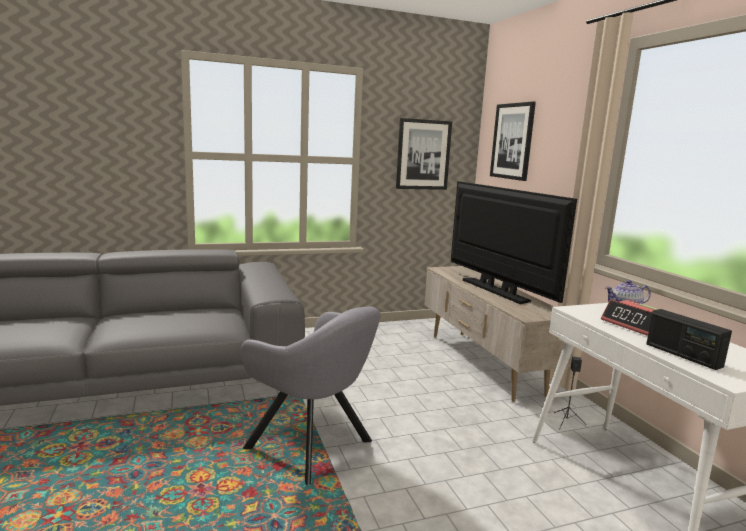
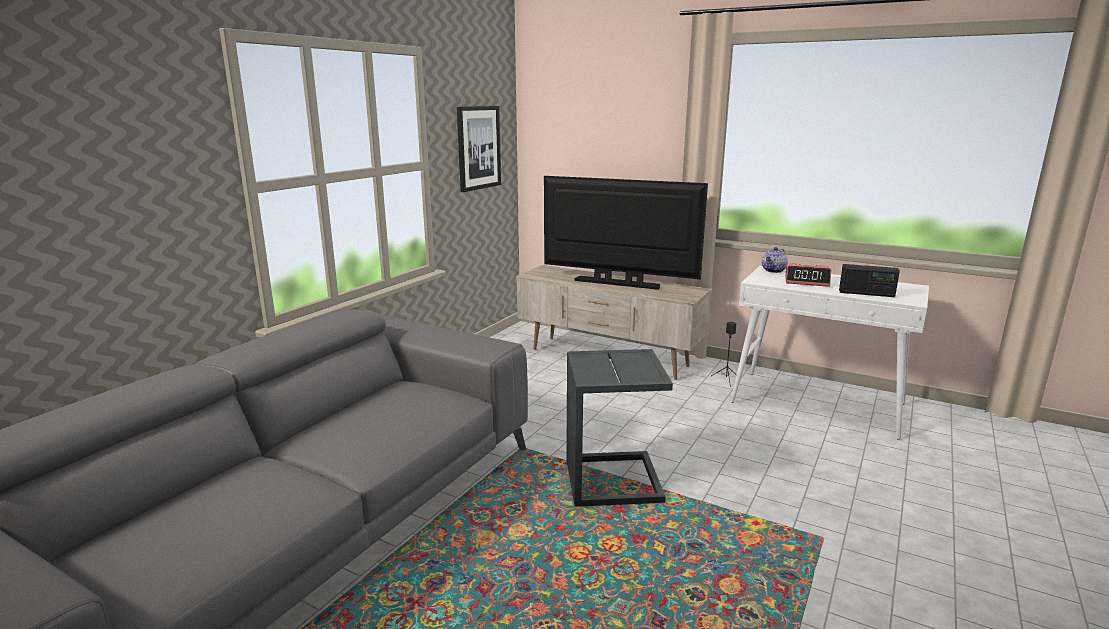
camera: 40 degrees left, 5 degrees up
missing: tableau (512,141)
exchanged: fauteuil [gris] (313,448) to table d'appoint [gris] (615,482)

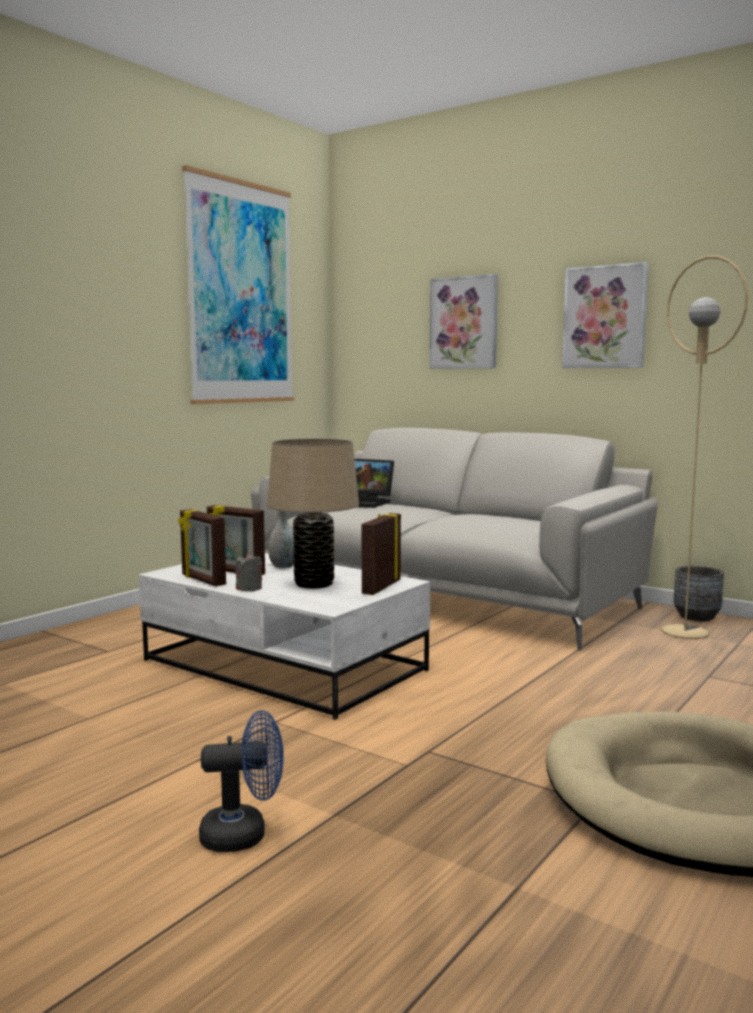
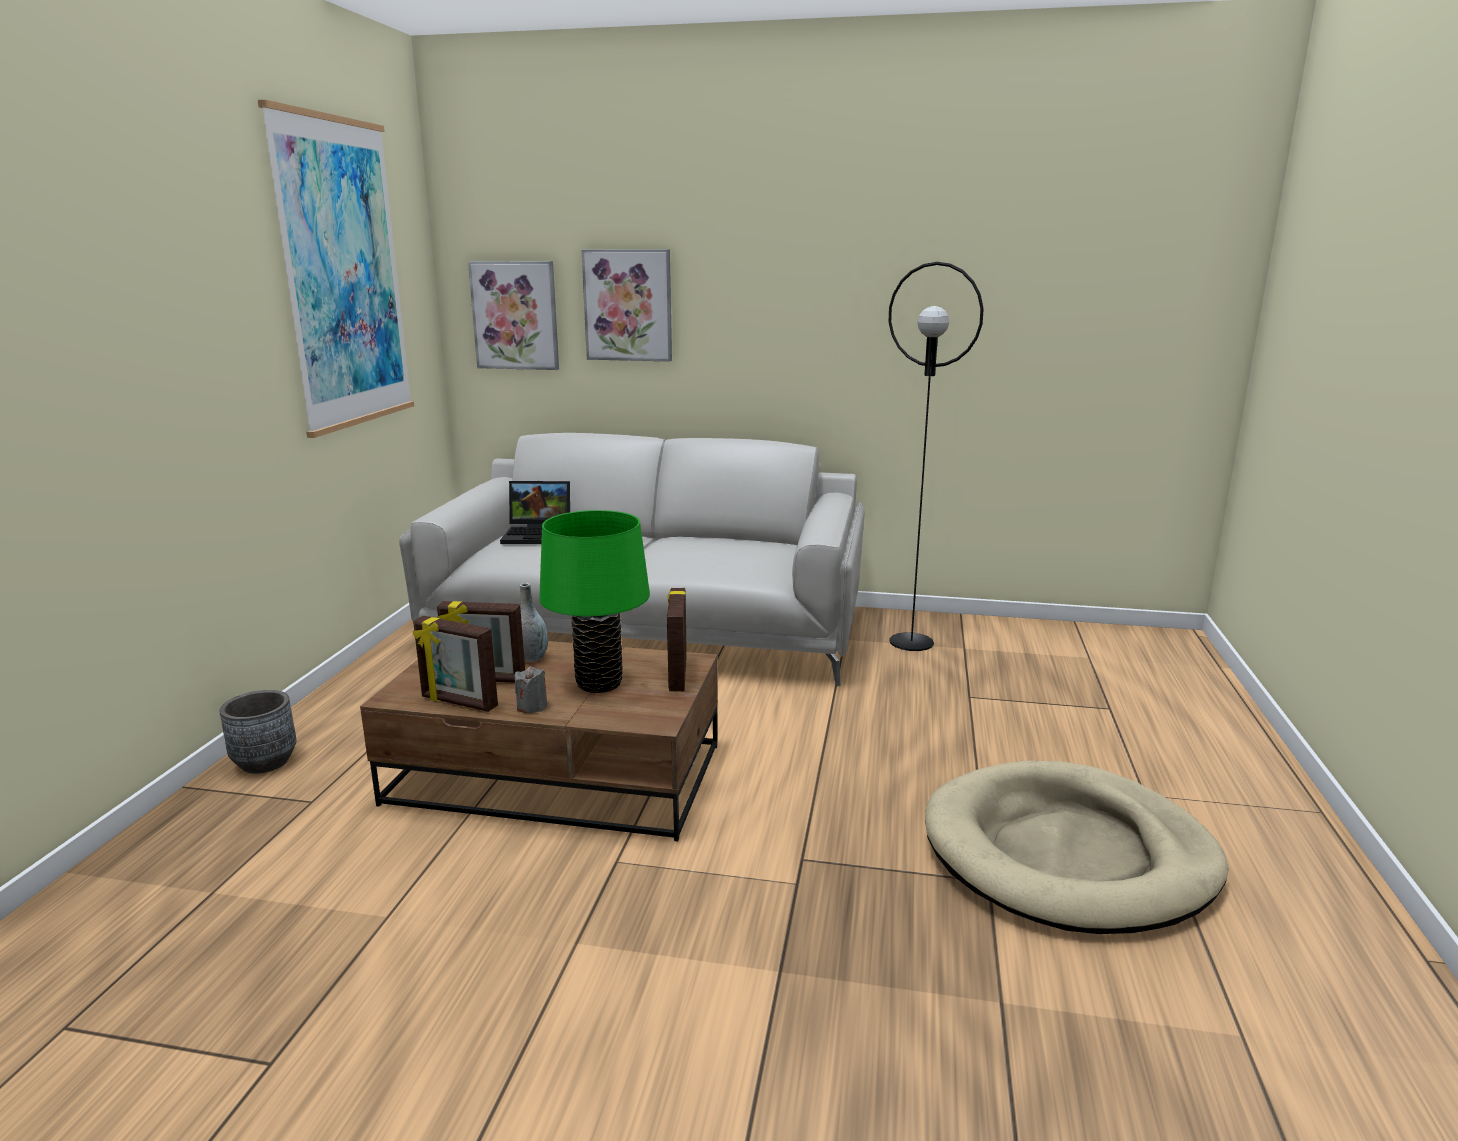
camera: 25 degrees left, 10 degrees up
missing: ventilateur [bleu] (244,834)
relocated: tableau (605,317) to (515,315); cache-pot [gris] (696,616) to (265,762)
colour: table basse [blanc] (285,665) to table basse [marron] (558,774); lampe de table [beige] (314,584) to lampe de table [vert] (599,684); lampadaire [beige] (685,632) to lampadaire [noir] (911,642)

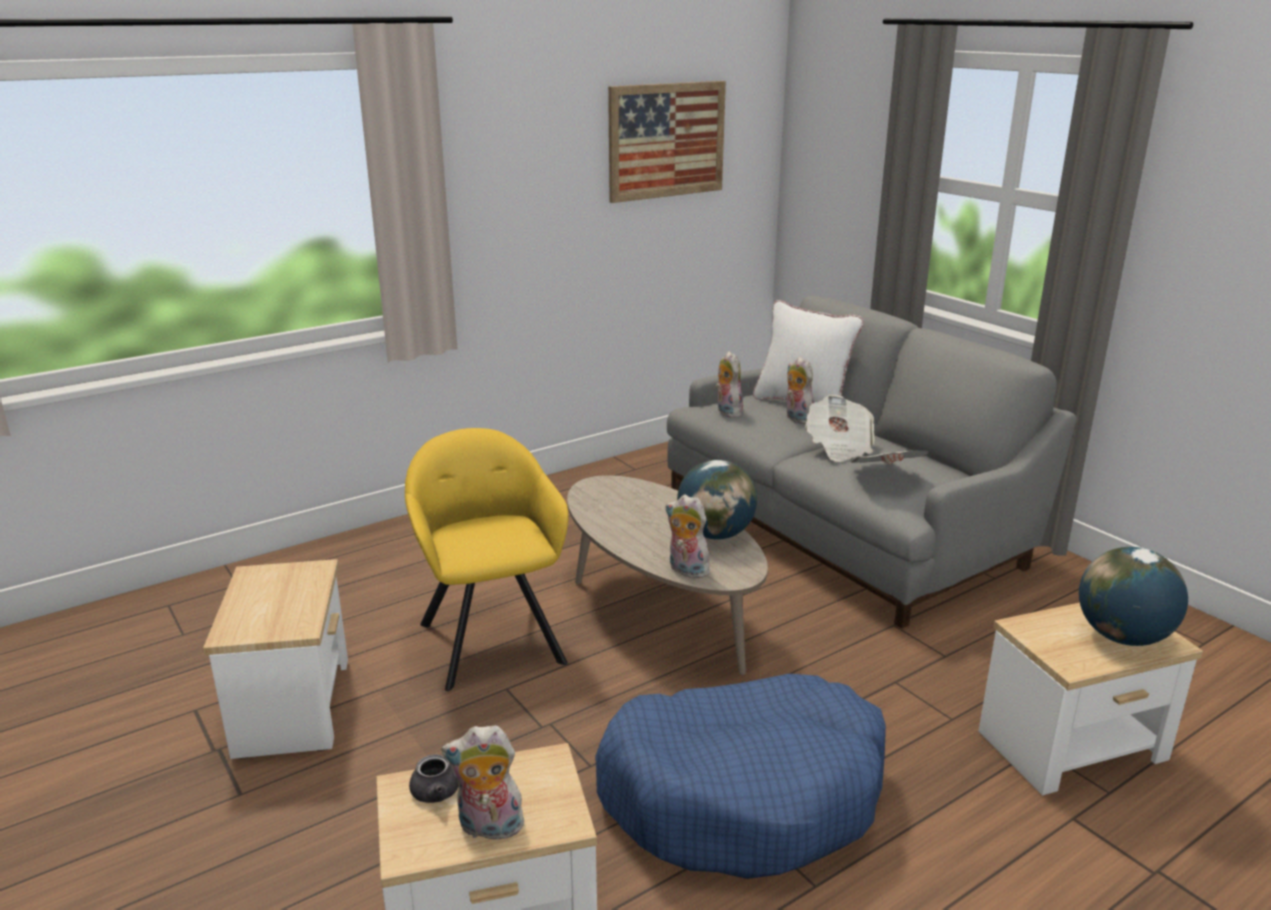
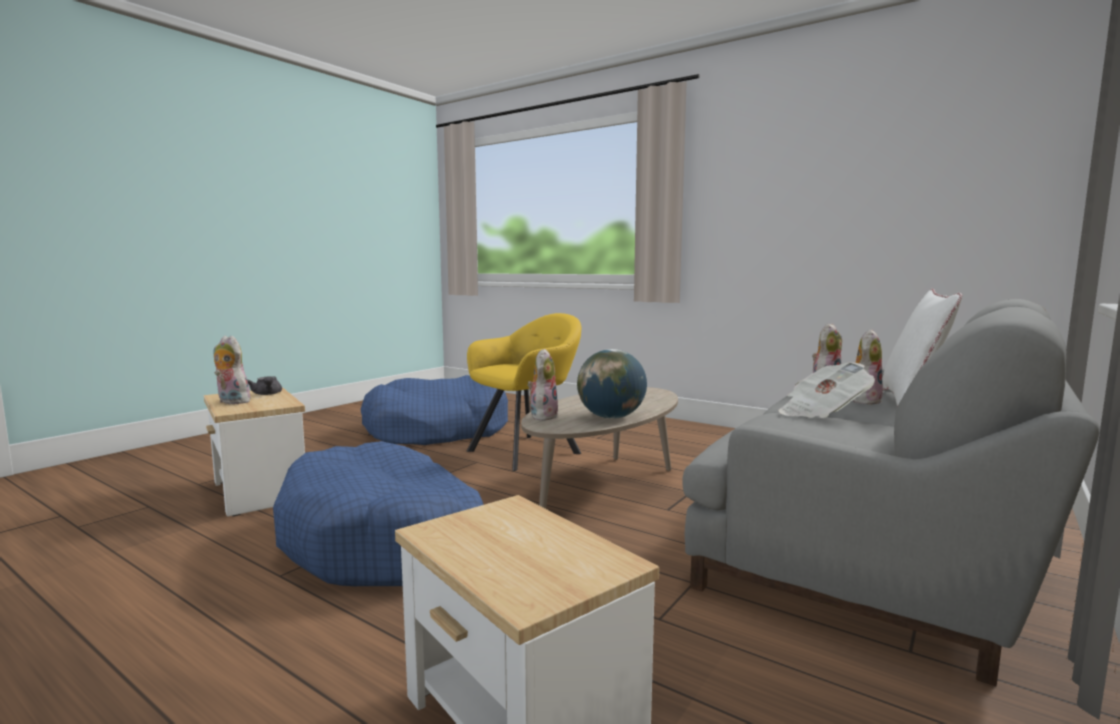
camera: 70 degrees right, 15 degrees down
missing: tableau (666,140); journal (886,476); globe (1123,637)
exchanged: table d'appoint (295,707) to panier pour chien [bleu] (436,430)
spun: peluche (488,828) = (231,402) 45 degrees counterclockwise

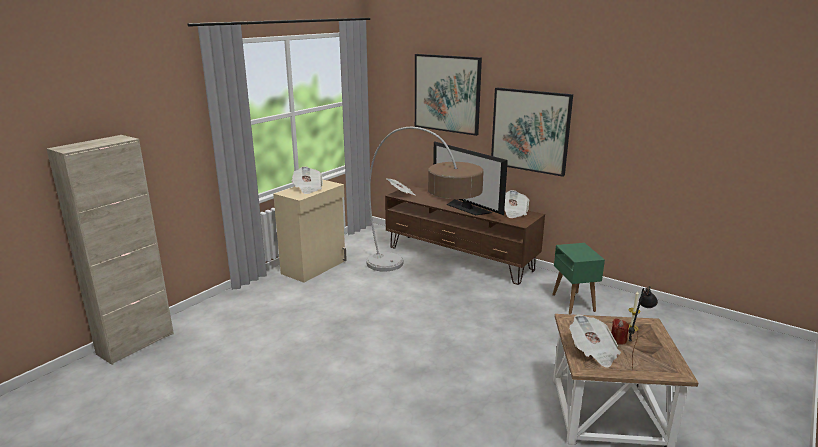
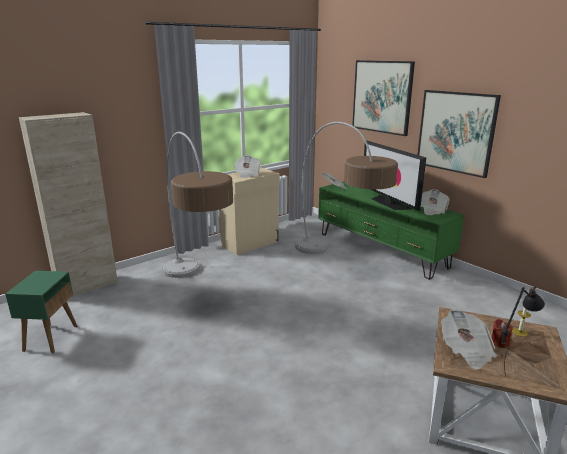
camera: 15 degrees right, 0 degrees up
appeared: lampadaire (197,291)
relocated: table d'appoint [vert] (573,302) to (51,338)
colour: meuble télé [marron] (459,258) to meuble télé [vert] (381,250)

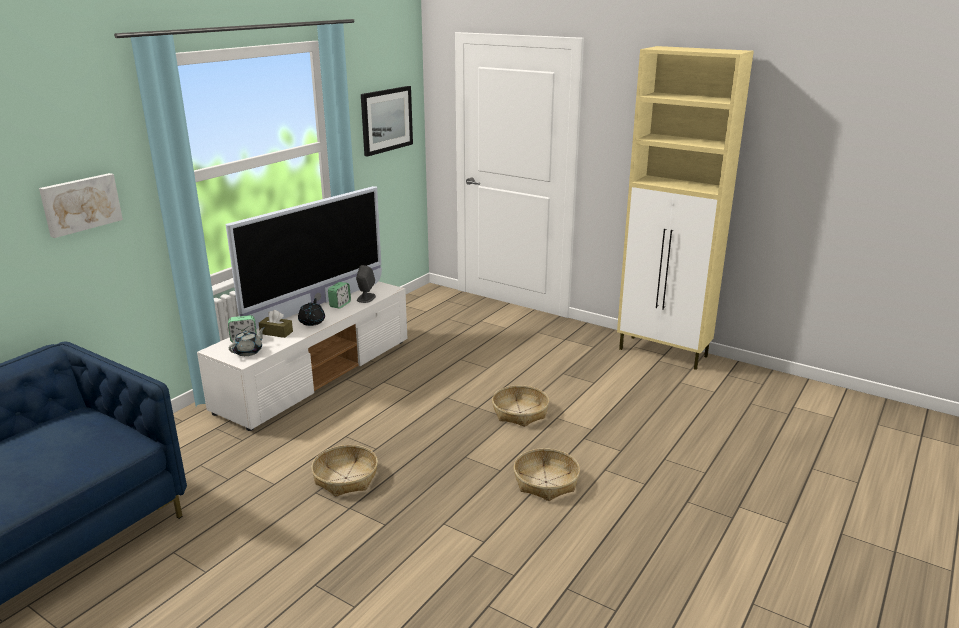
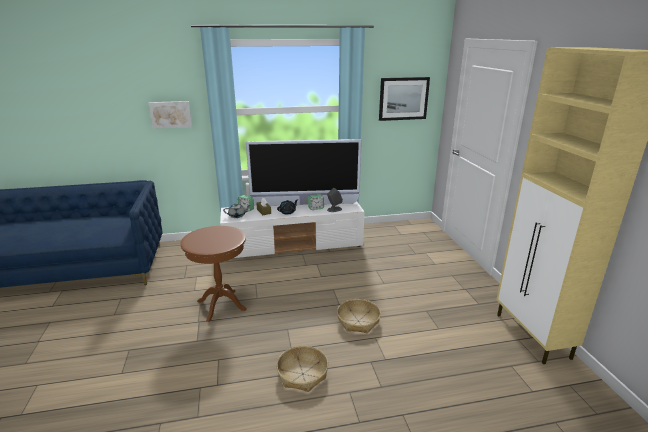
camera: 45 degrees right, 0 degrees up
exchanged: panier (346,478) to table d'appoint [marron] (221,305)

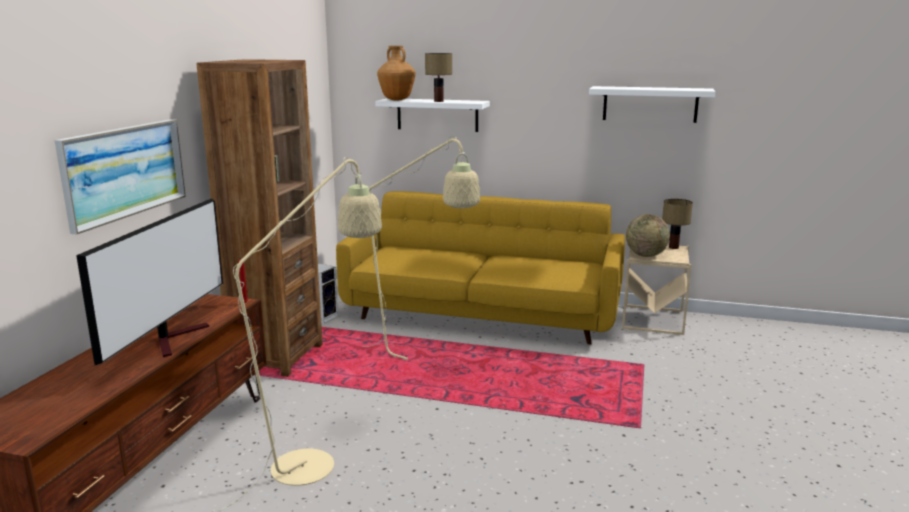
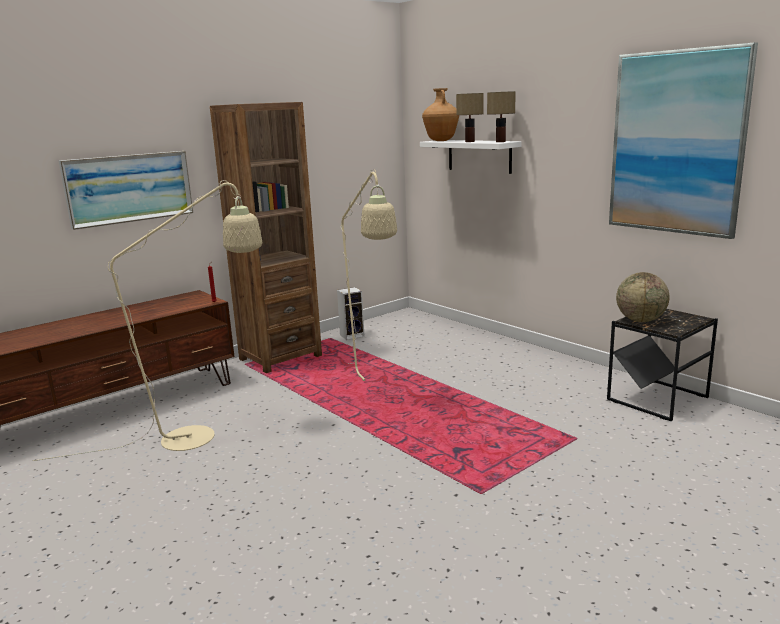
camera: 35 degrees right, 0 degrees up
missing: téléviseur (175,338); canapé [jaune] (483,313)
relocated: lampe de table (674,247) to (500,142)
exchanged: étagère [blanc] (650,104) to tableau (676,143)
colour: table d'appoint [beige] (653,320) to table d'appoint [noir] (658,399)

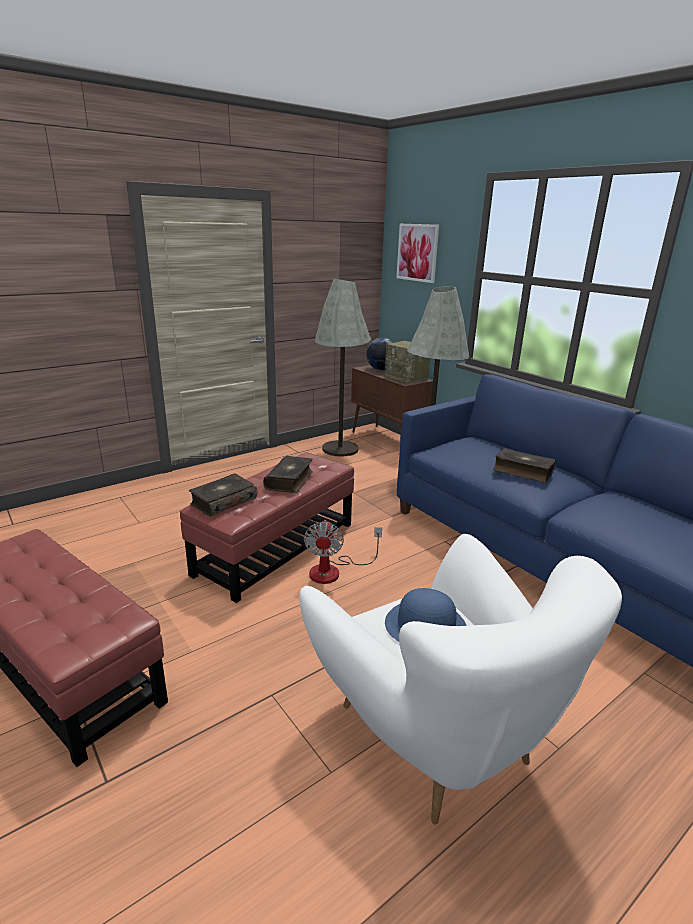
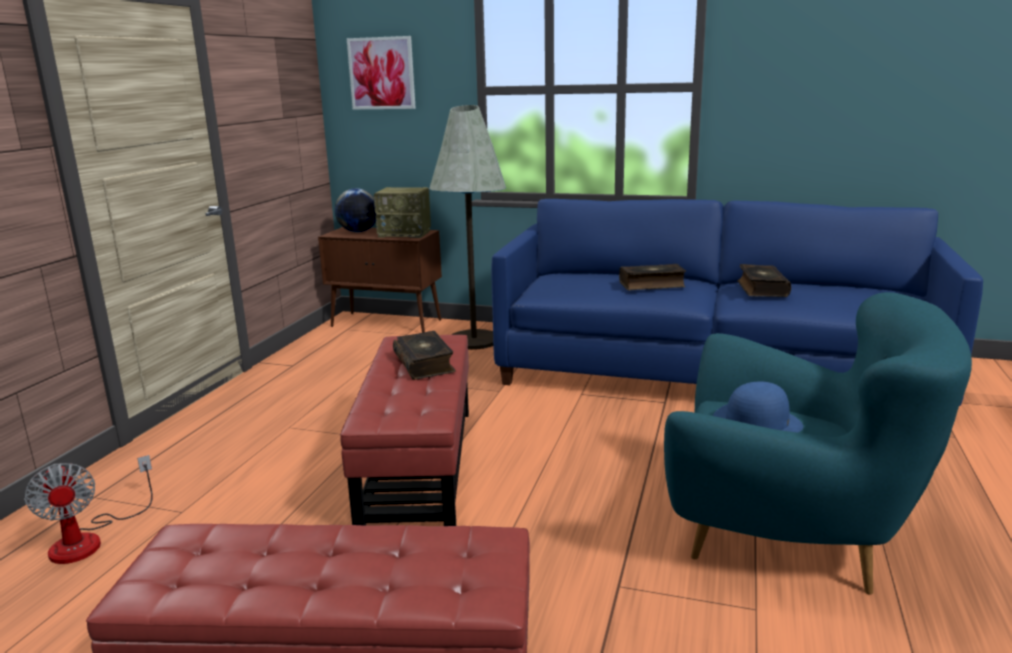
camera: 35 degrees left, 5 degrees down
missing: lampadaire [gris] (340,449)
relocated: livre (223,501) to (761,289); ventilateur (334,571) to (90,539)
colour: fauteuil [blanc] (436,736) to fauteuil [turquoise] (789,538)

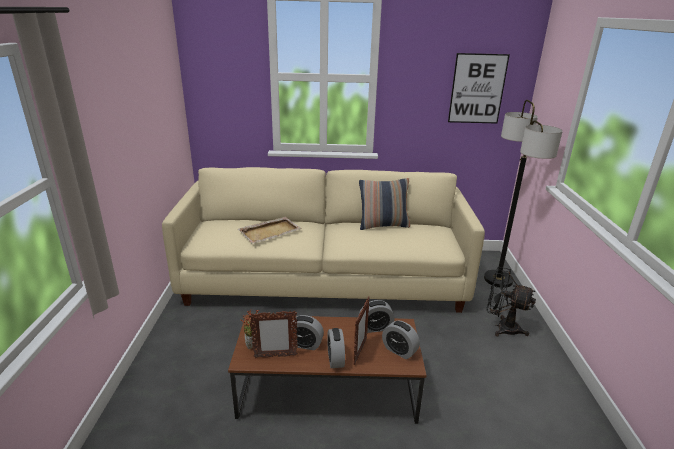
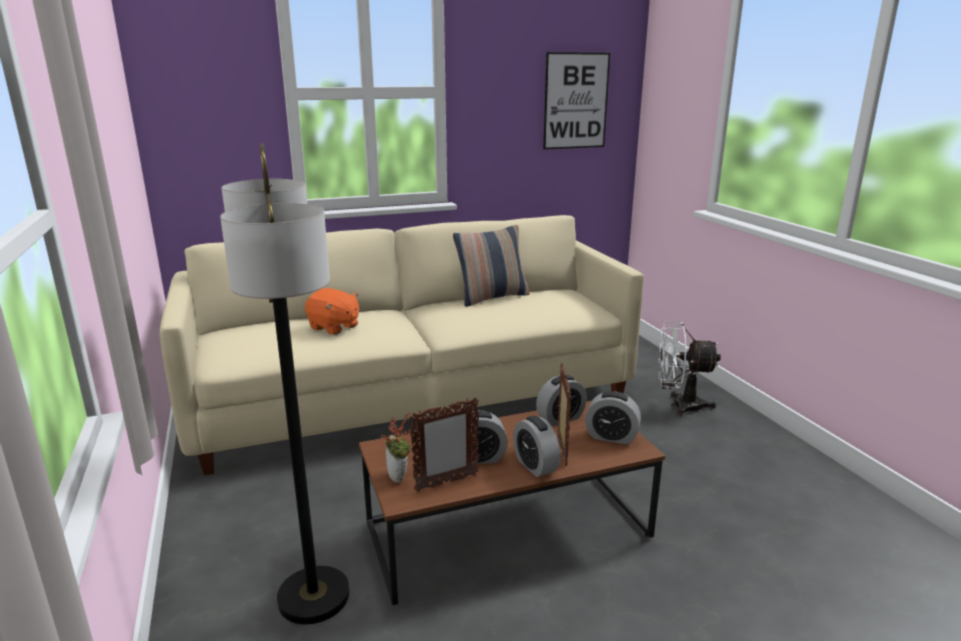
camera: 20 degrees left, 5 degrees down
relocated: lampadaire (498,279) to (313,597)
exchanged: plateau [beige] (270,231) to peluche [orange] (334,327)
colour: ventilateur [noir] (501,327) to ventilateur [blanc] (679,405)

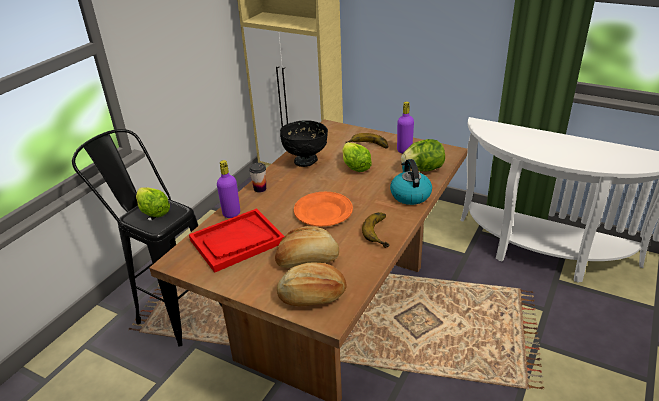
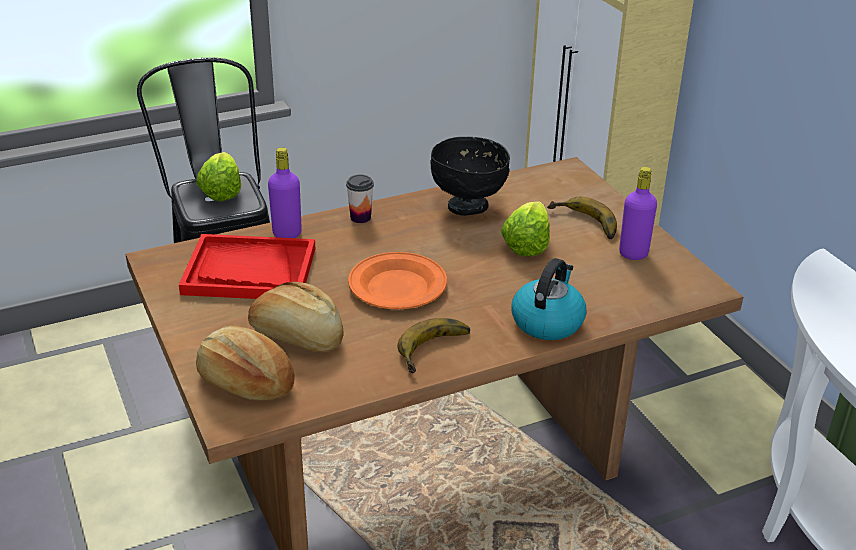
camera: 35 degrees right, 0 degrees up
missing: laitue (423,169)

